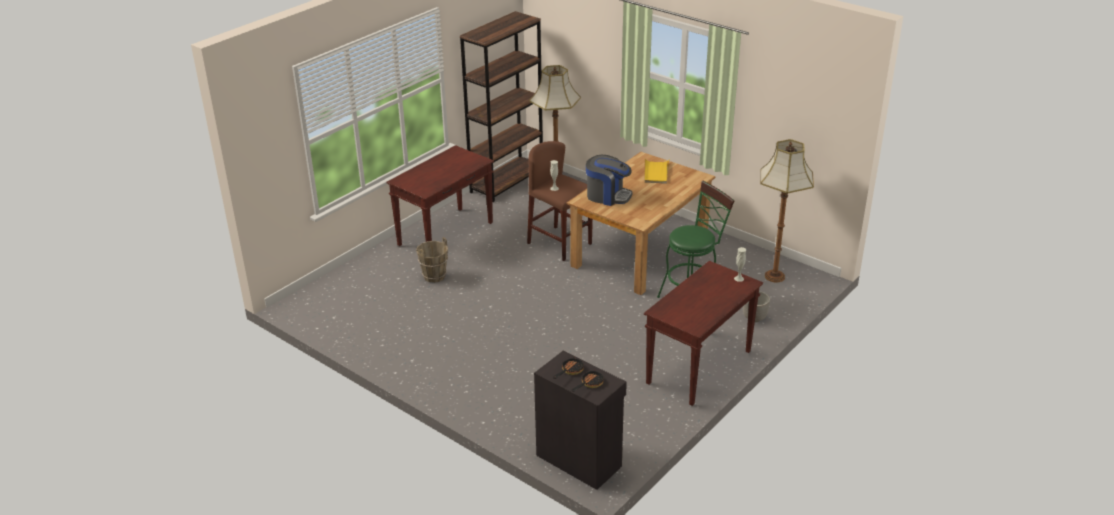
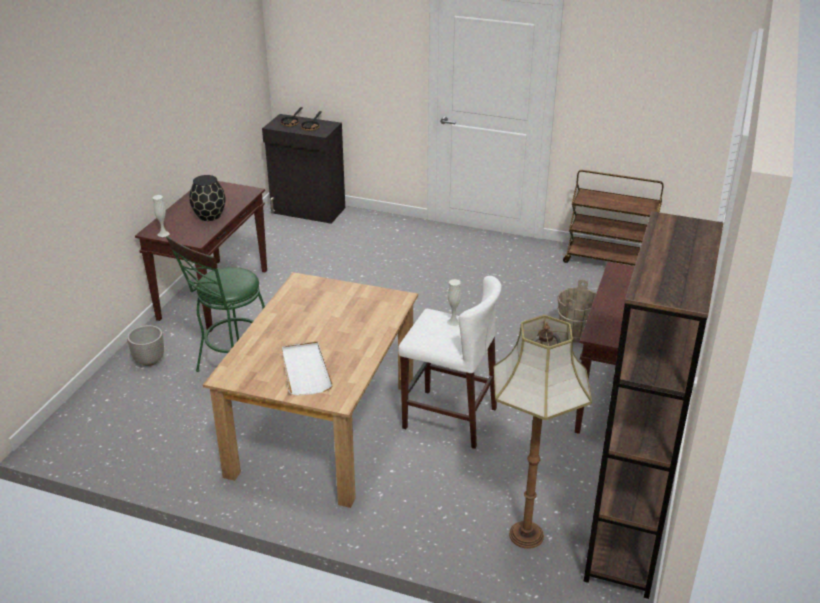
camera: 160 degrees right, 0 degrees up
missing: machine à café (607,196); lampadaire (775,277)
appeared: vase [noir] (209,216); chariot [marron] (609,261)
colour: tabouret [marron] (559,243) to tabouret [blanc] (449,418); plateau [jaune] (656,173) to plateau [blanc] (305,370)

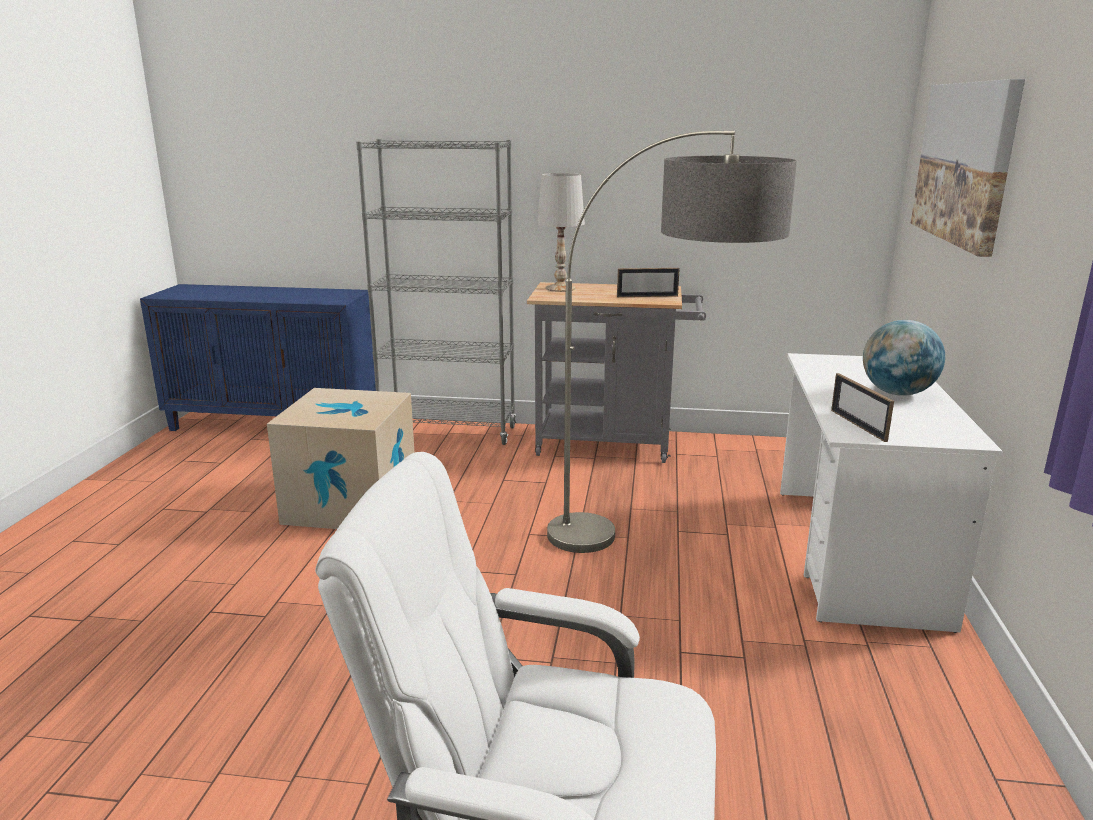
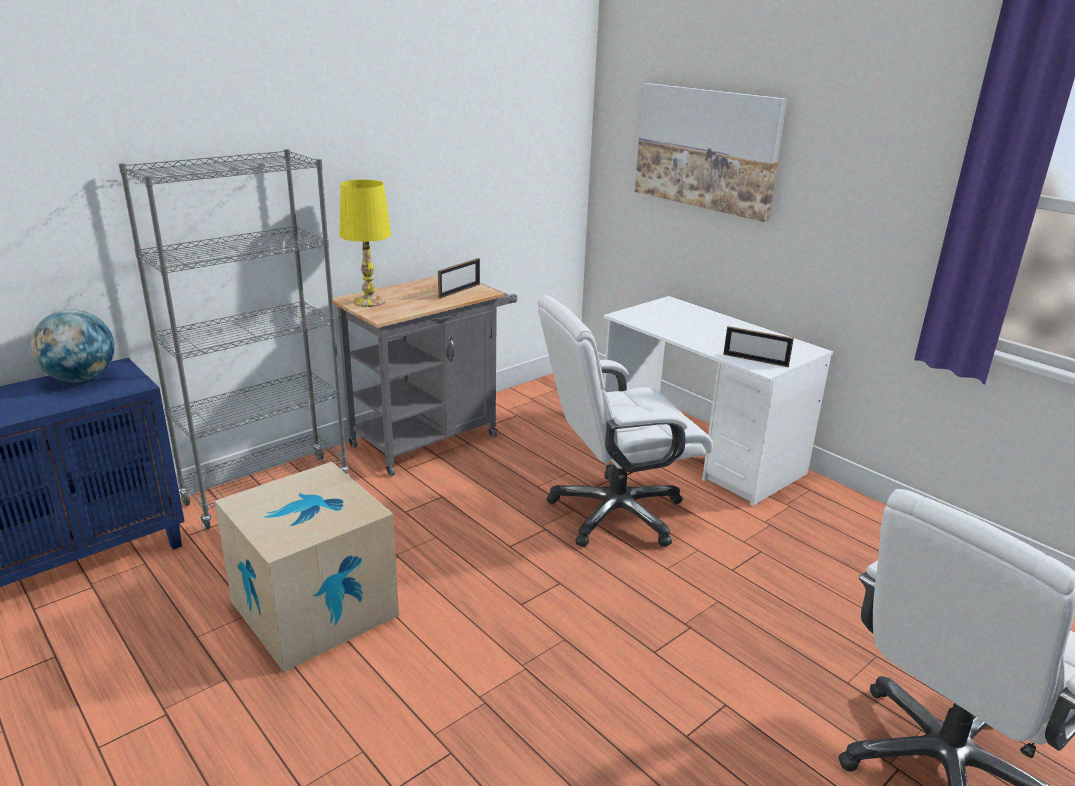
camera: 50 degrees left, 5 degrees up
relocated: globe (897,393) to (80,379)
exchanged: lampadaire (658,556) to chaise de bureau [blanc] (614,513)
colour: lampe de table [blanc] (560,288) to lampe de table [jaune] (369,301)

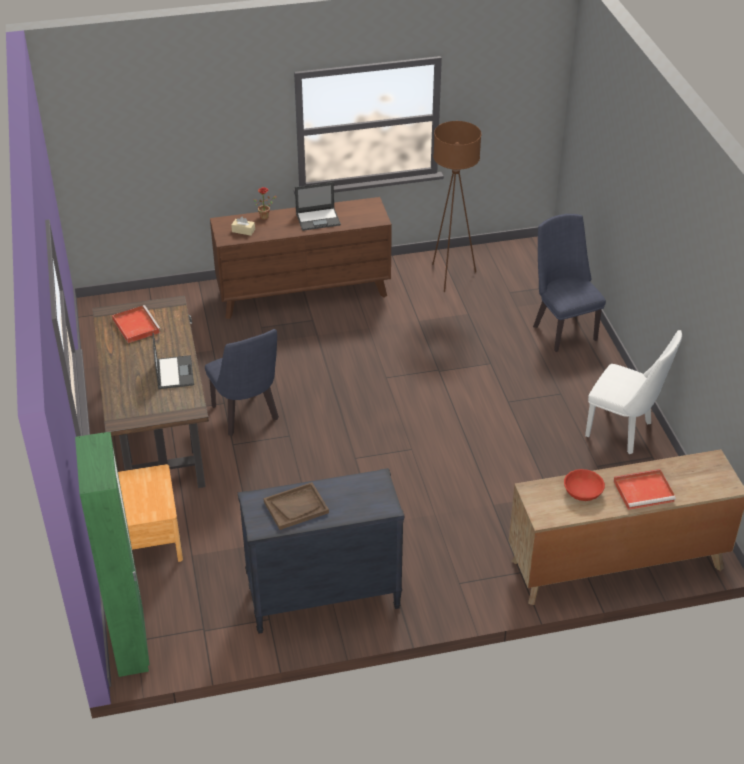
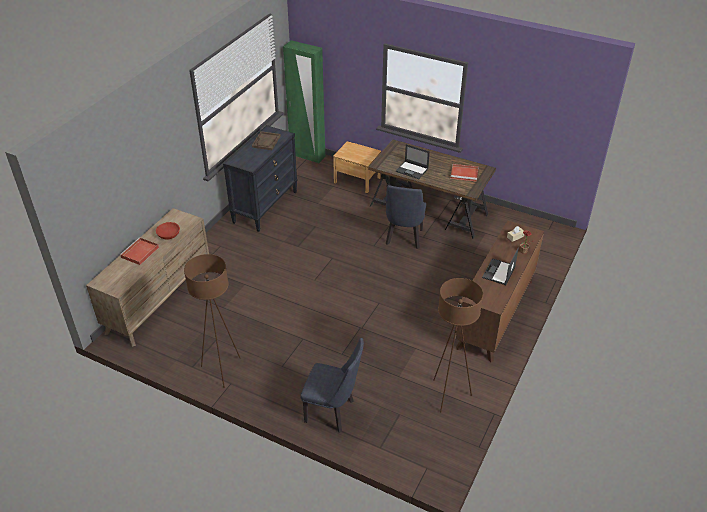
camera: 130 degrees right, 0 degrees up
exchanged: chaise [blanc] (624,431) to lampadaire [marron] (222,370)
spun: chaise [bleu] (247,416) = (404,239) 90 degrees counterclockwise

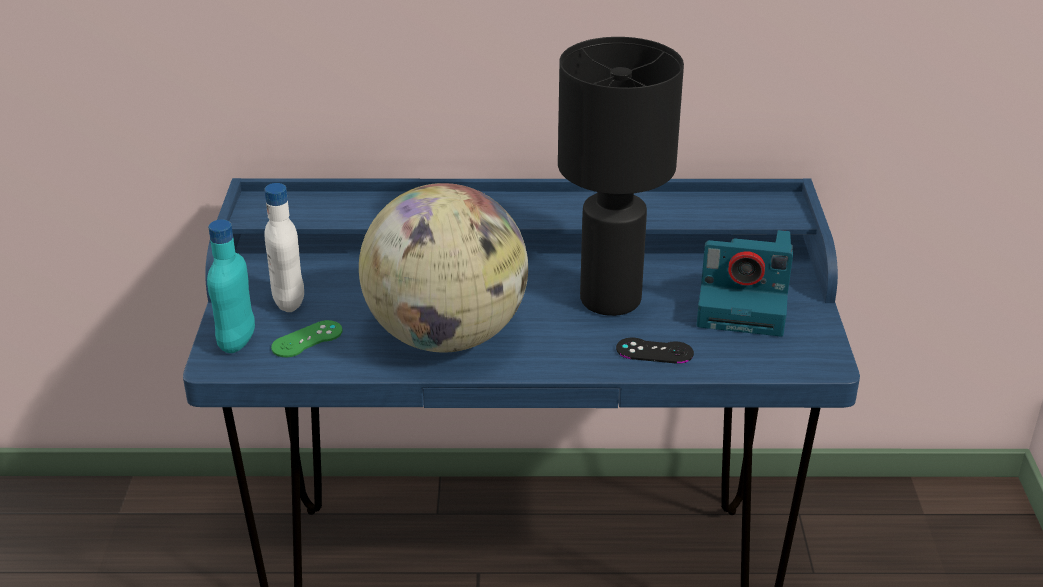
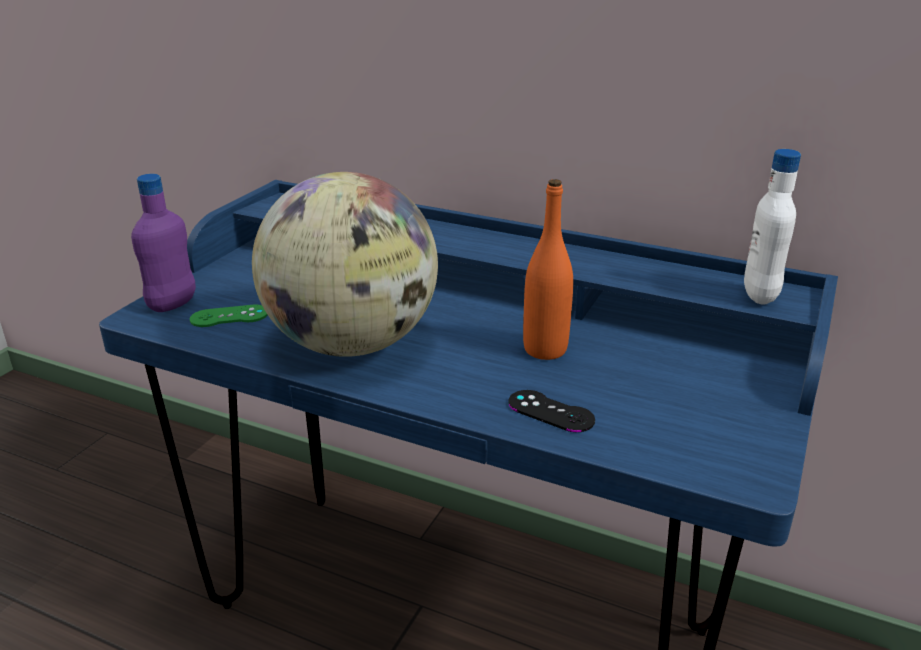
camera: 25 degrees right, 5 degrees down
missing: appareil photo (745,305)
relocated: bouteille [blanc] (289,301) to (760,295)
exchanged: lampe de table [noir] (610,298) to bouteille [orange] (545,349)
colour: bouteille [turquoise] (237,342) to bouteille [violet] (172,304)

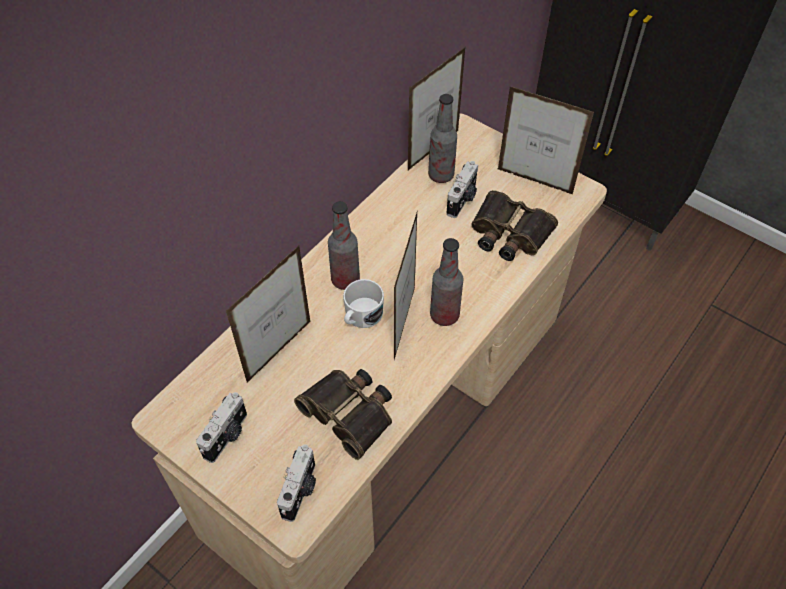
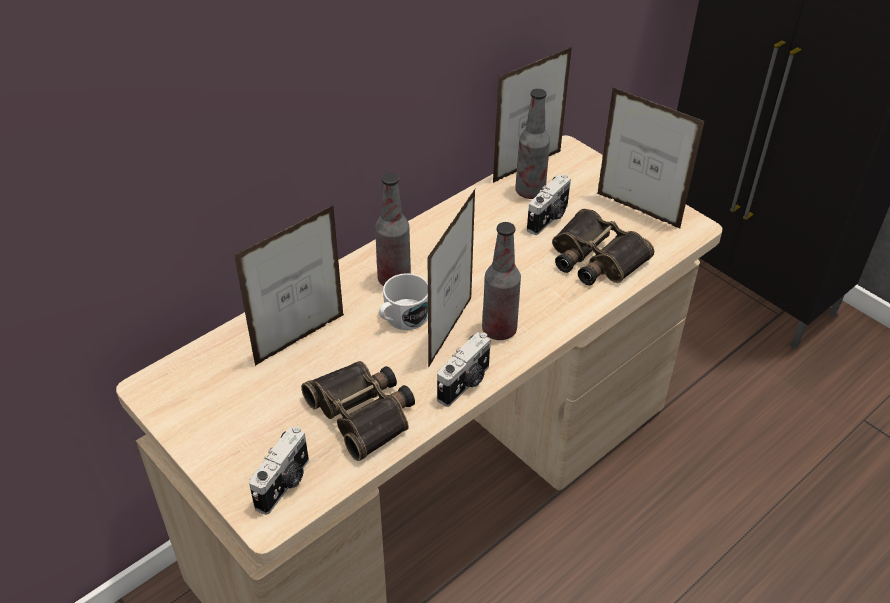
camera: 10 degrees right, 10 degrees down
relocated: appareil photo (227,436) to (465,384)

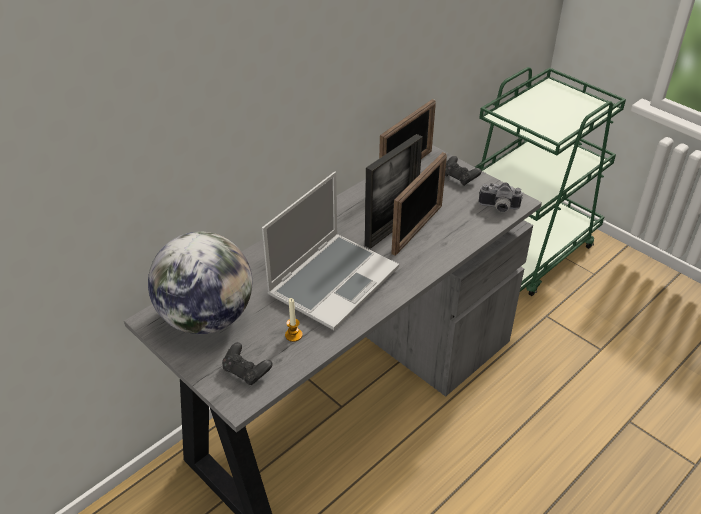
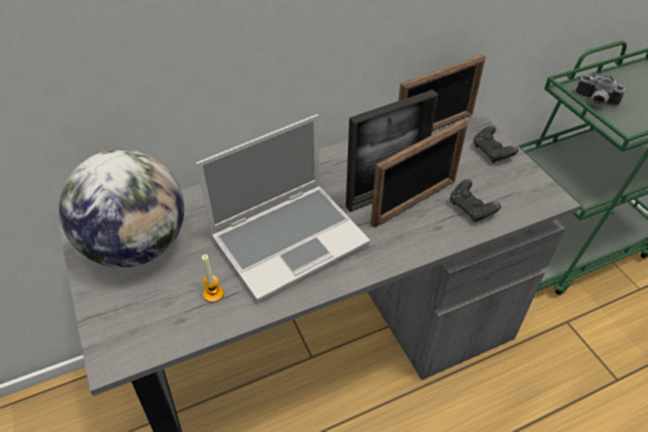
camera: 20 degrees right, 5 degrees up
relocated: manette [noir] (246,371) to (471,209); appareil photo (498,208) to (594,101)

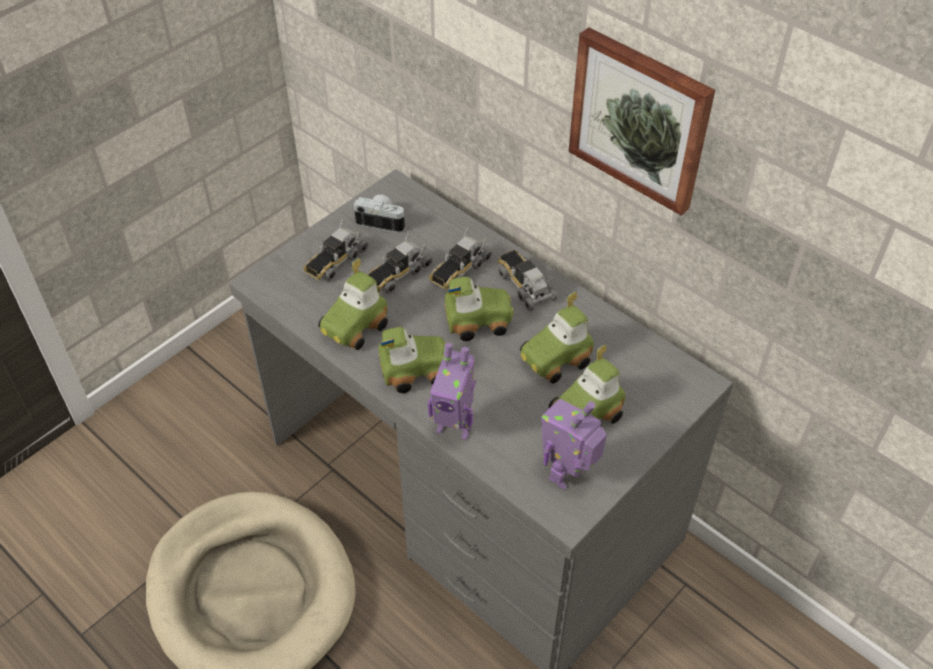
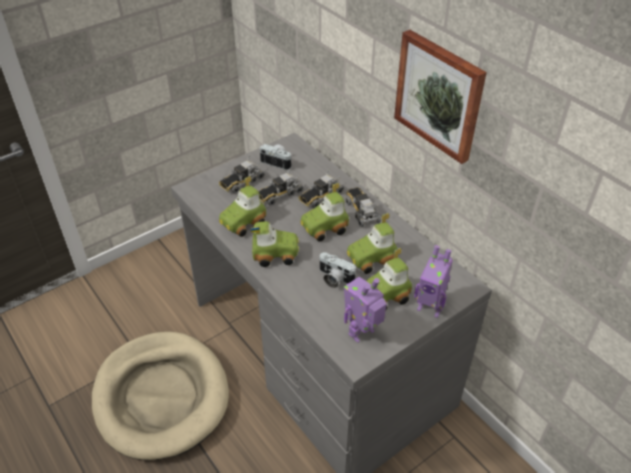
camera: 10 degrees right, 5 degrees down
appeared: appareil photo (334,278)
relocated: robot jouet (454,426) to (429,308)
spun: petite voiture (477,319) = (324,228) 150 degrees clockwise

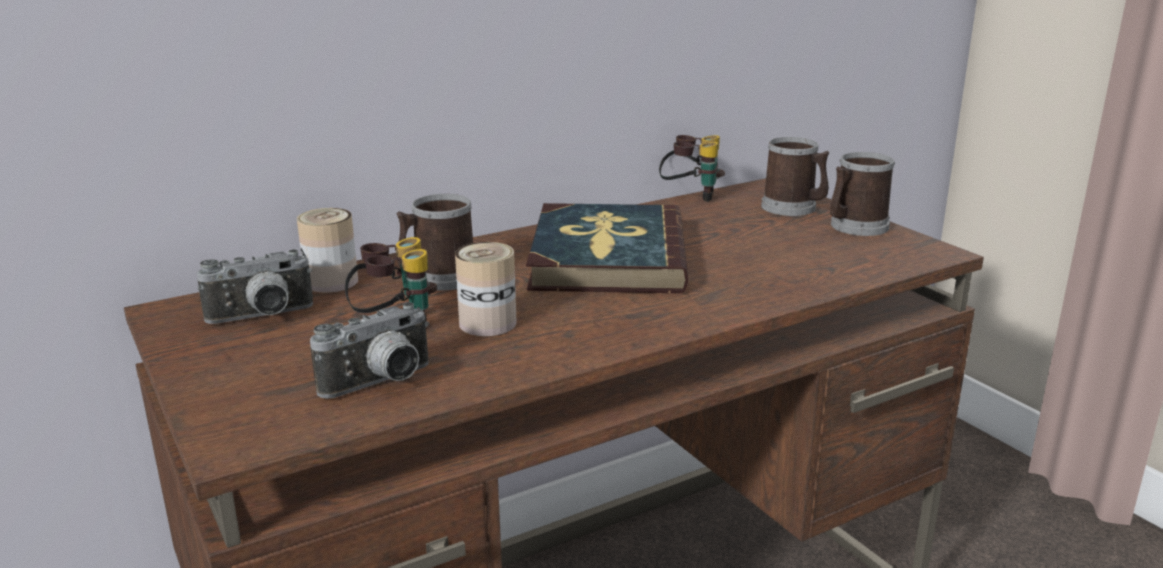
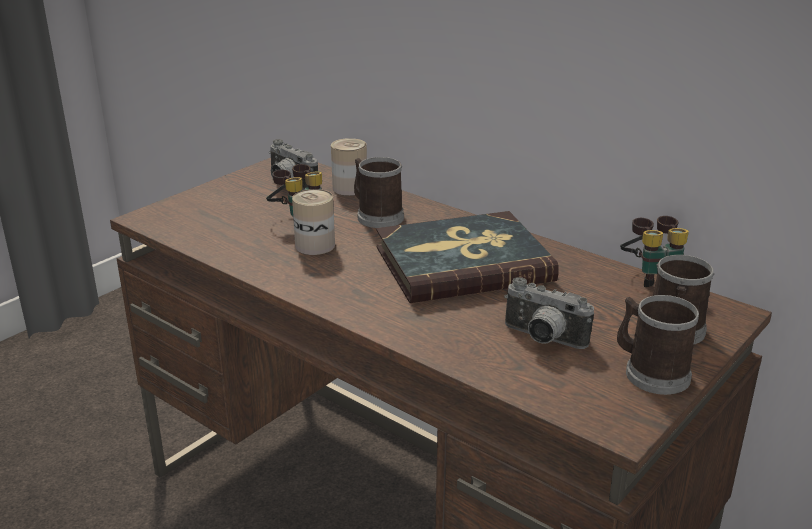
camera: 70 degrees right, 5 degrees up
relocated: appareil photo (382,384) to (542,339)

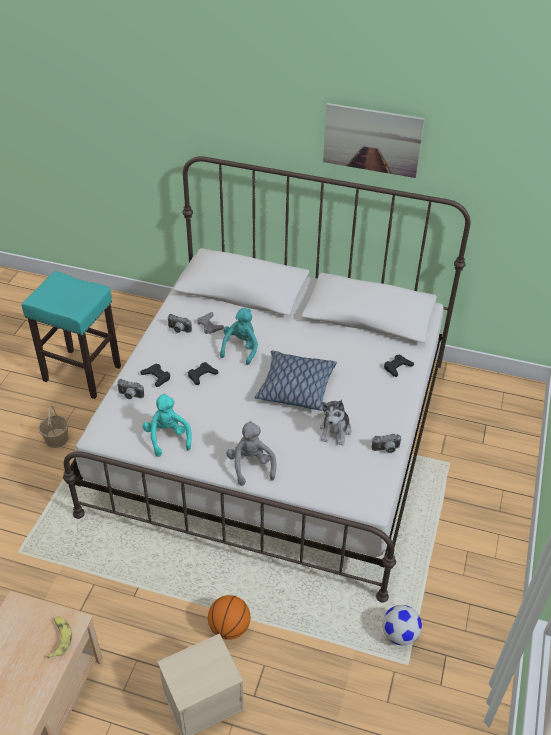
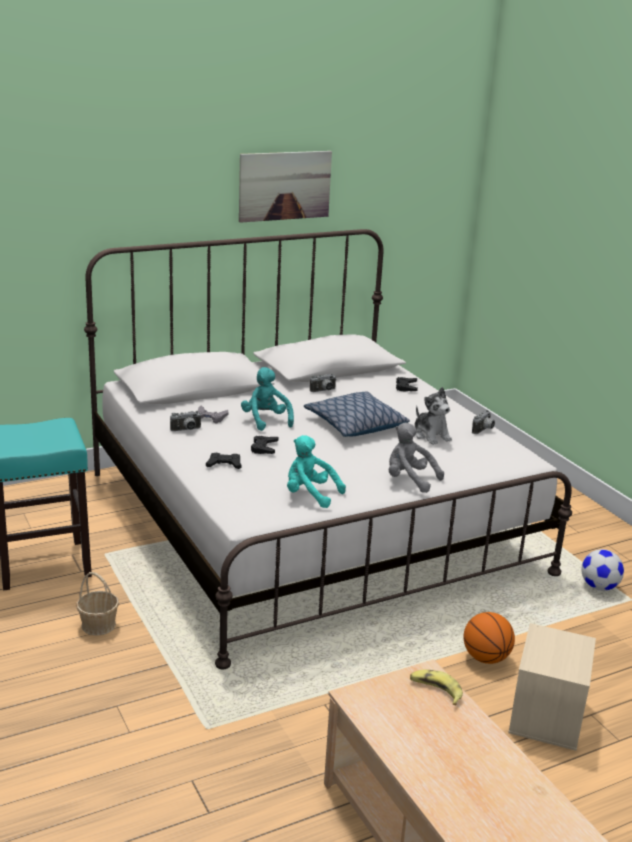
camera: 45 degrees left, 20 degrees down
relocated: appareil photo (130,396) to (324,391)

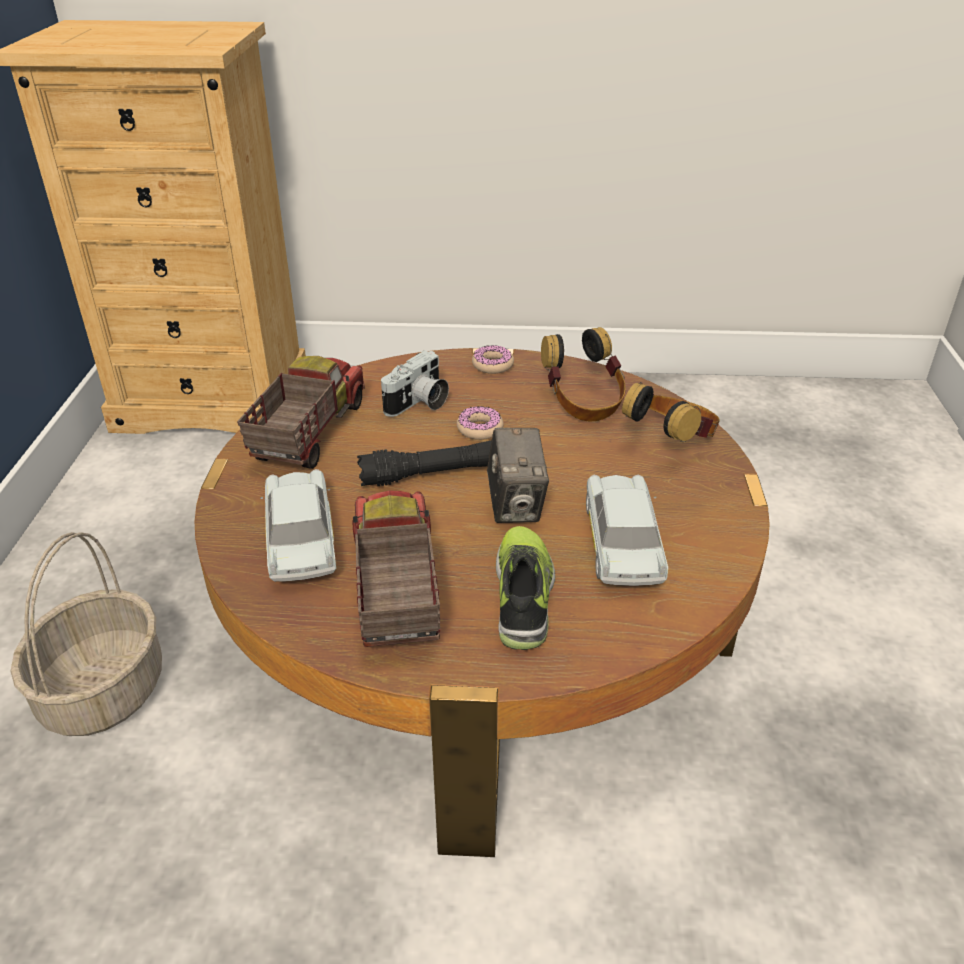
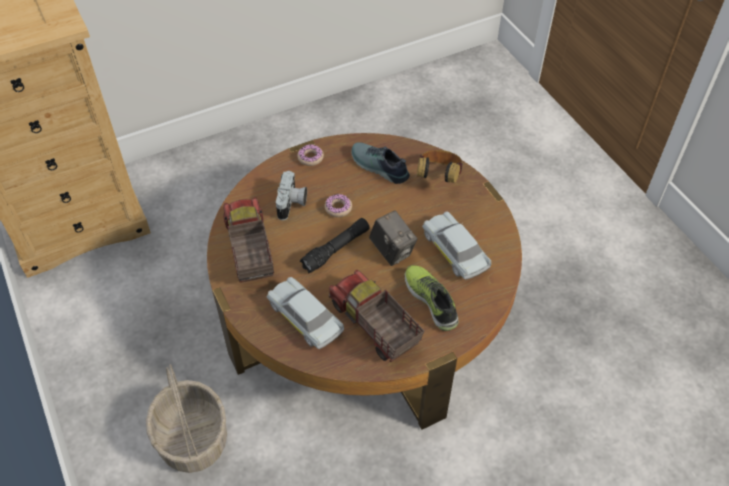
camera: 30 degrees left, 15 degrees up
exchanged: casque audio (583,403) to chaussure (378,167)

